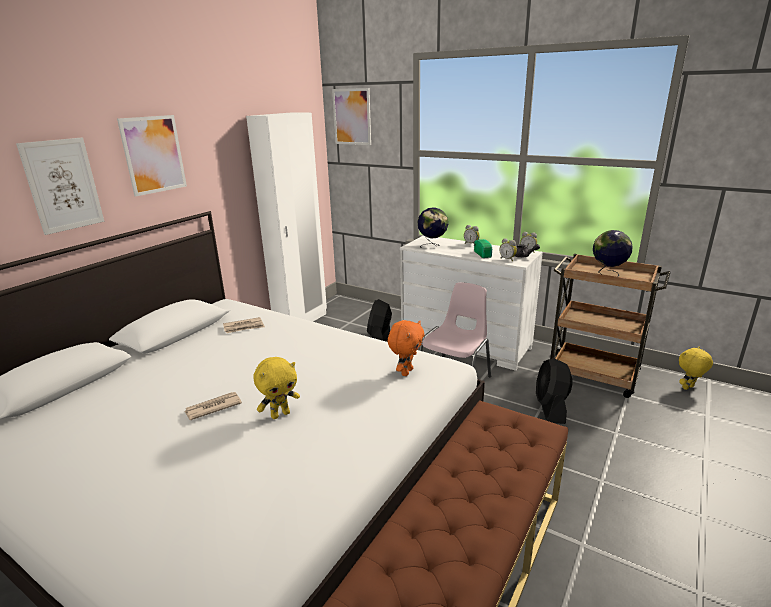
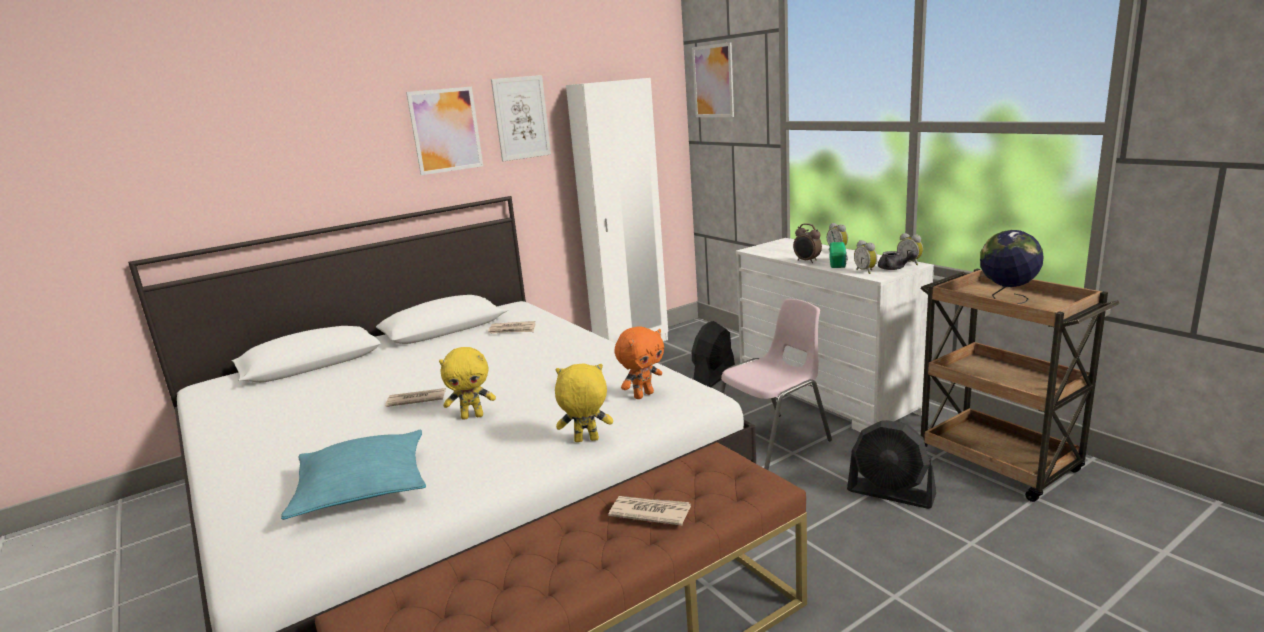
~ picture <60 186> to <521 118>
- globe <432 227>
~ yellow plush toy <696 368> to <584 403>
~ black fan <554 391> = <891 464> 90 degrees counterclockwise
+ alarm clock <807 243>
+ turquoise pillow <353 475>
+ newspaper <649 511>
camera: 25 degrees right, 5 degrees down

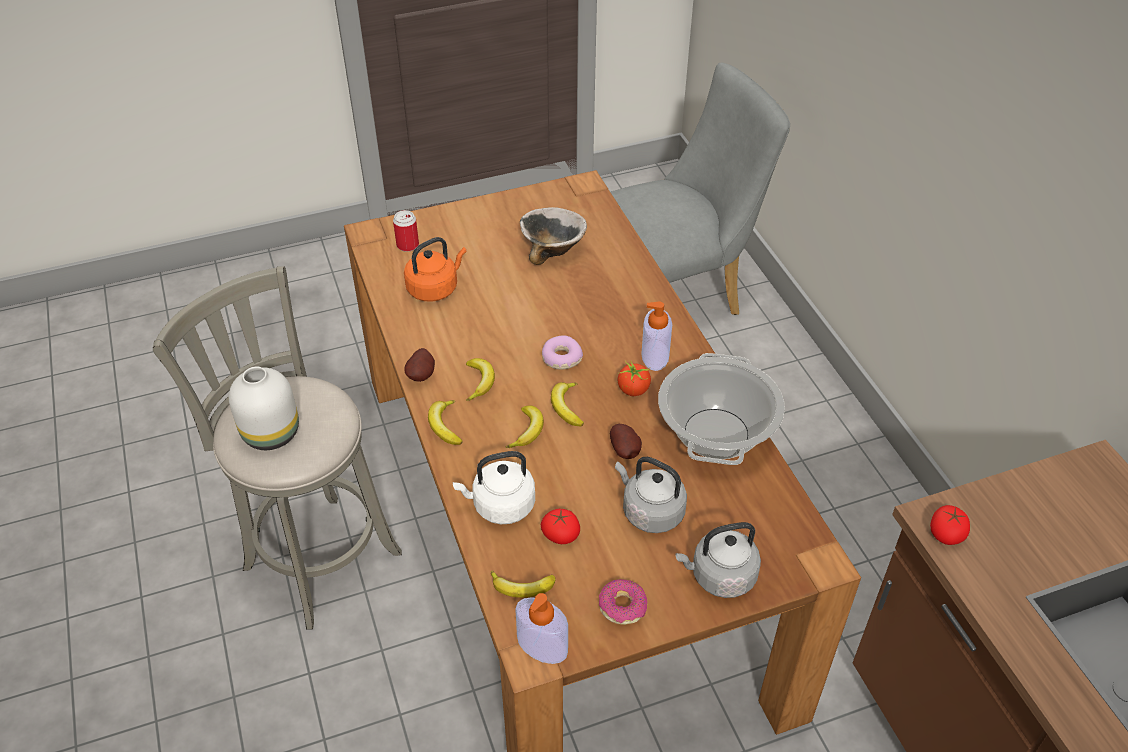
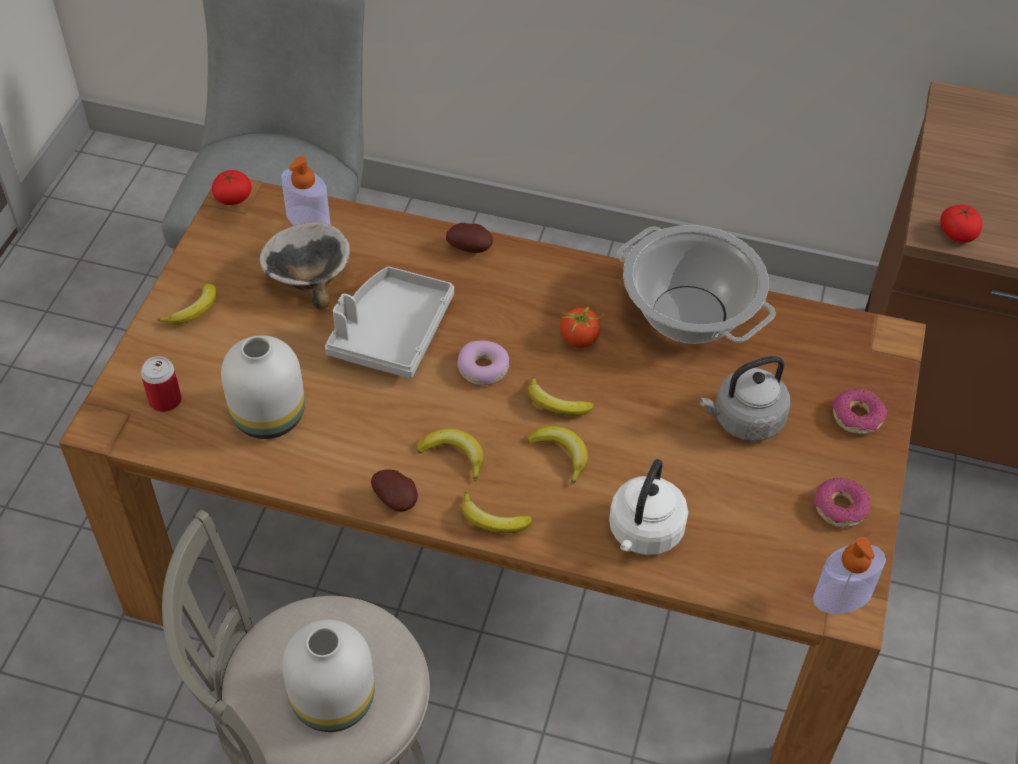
~ orange kettle <435 269> to white vase <263 387>
~ soap dispenser <656 336> to <305 191>
~ potato <626 441> to <469 238>
~ tomato <560 526> to <232 187>
~ grey kettle <718 560> to donut <859 411>
~ banana <523 584> to <187 304>
+ grey tray <389 322>
camera: 55 degrees left, 5 degrees up

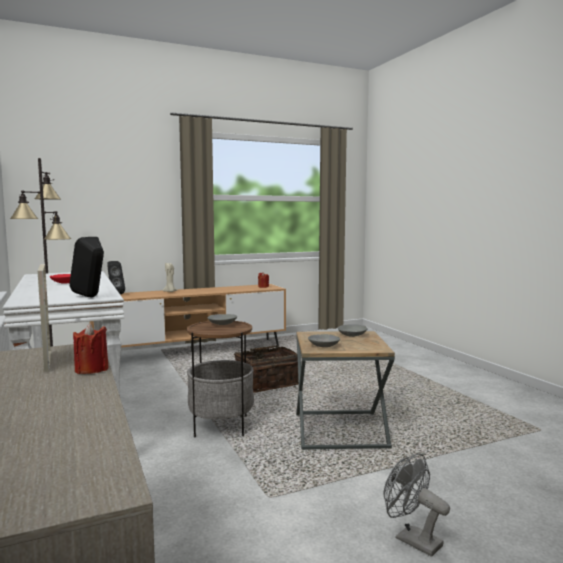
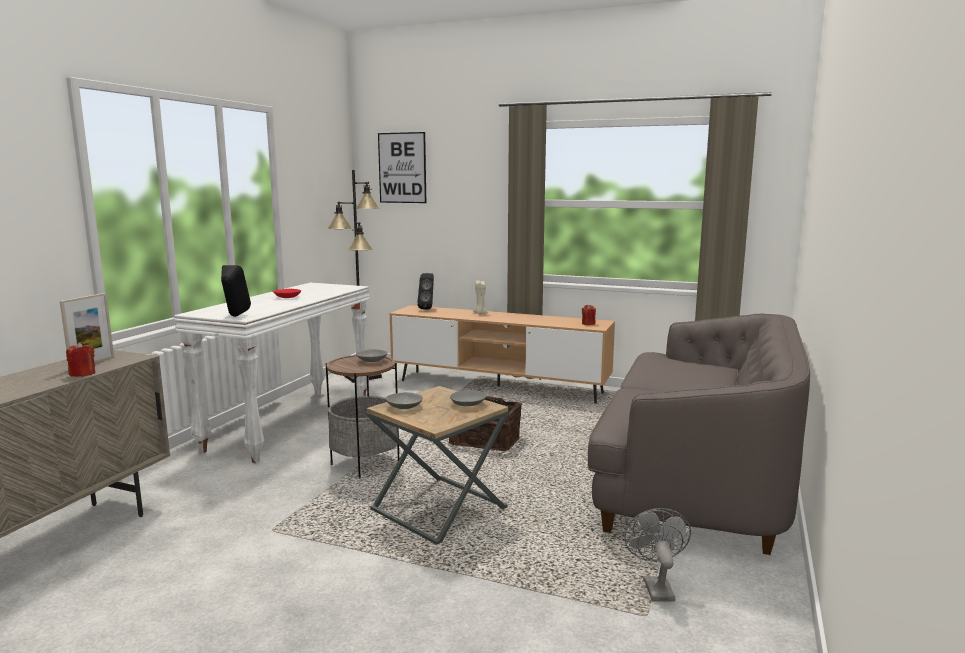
~ grey fan <417 505> to <657 554>
+ picture <402 167>
+ grey sofa <698 434>
camera: 45 degrees right, 5 degrees up

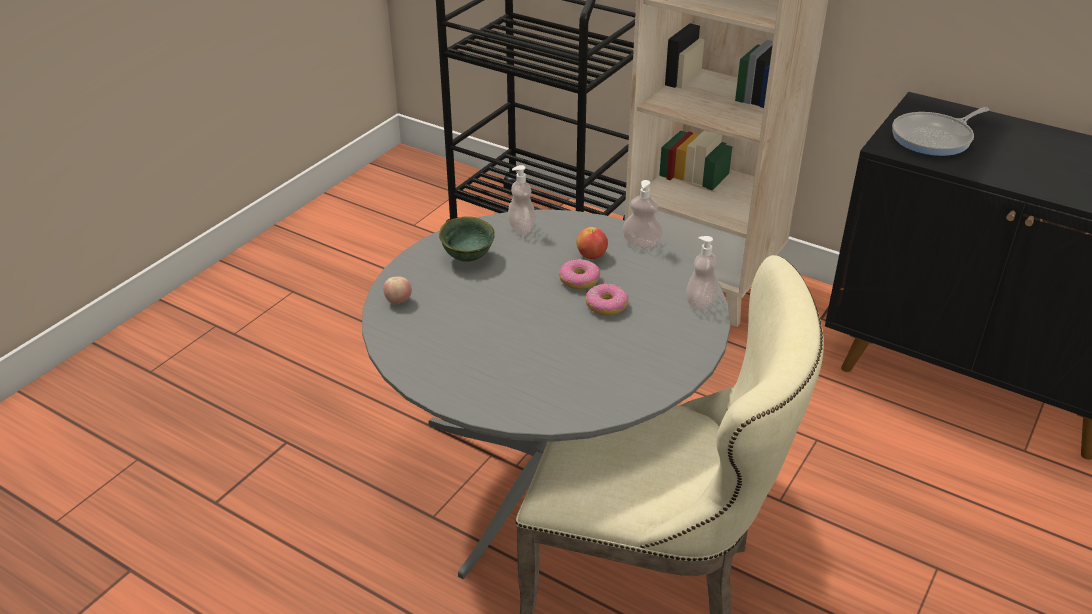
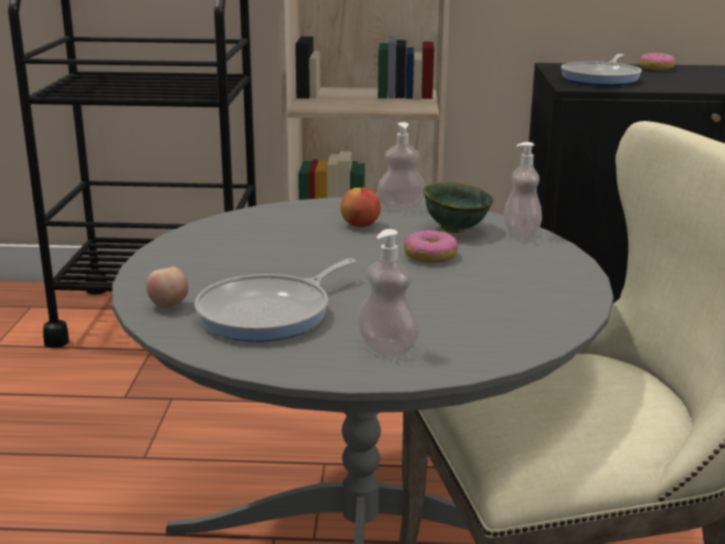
~ soap dispenser <522 199> to <388 292>
~ green bowl <467 239> to <459 207>
~ donut <579 274> to <657 61>
+ frying pan <275 300>
camera: 30 degrees left, 15 degrees down

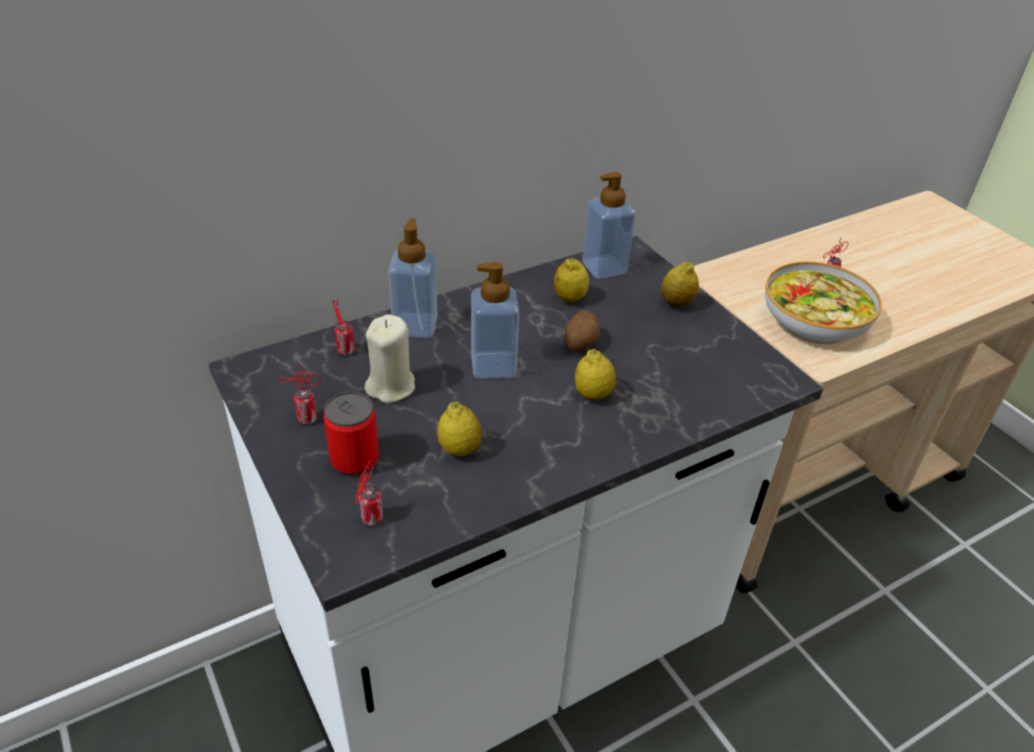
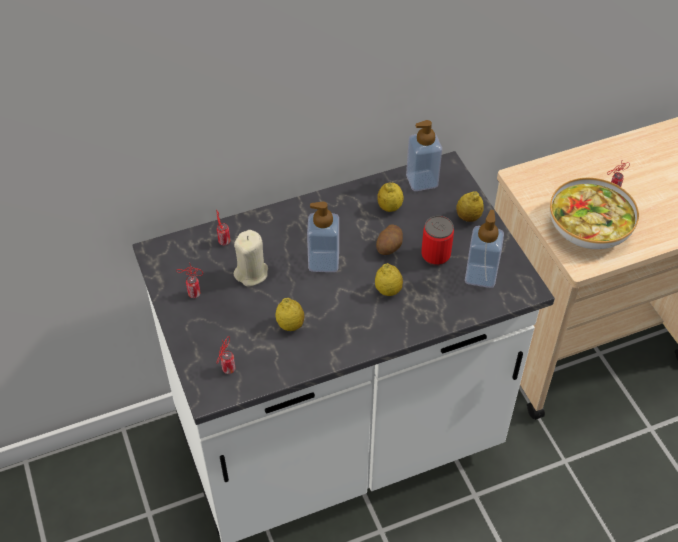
~ soap dispenser <413 278> to <484 249>
~ can <351 434> to <437 241>
camera: 10 degrees right, 10 degrees up

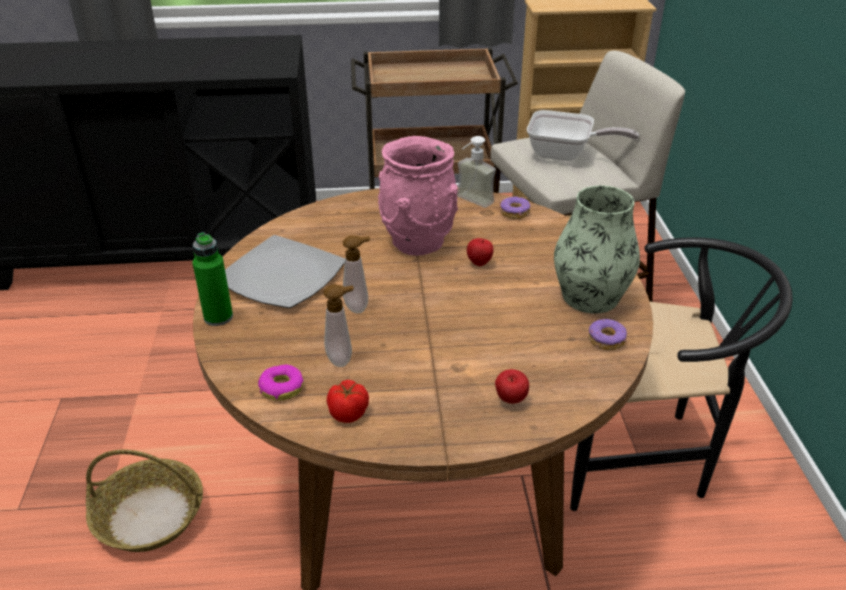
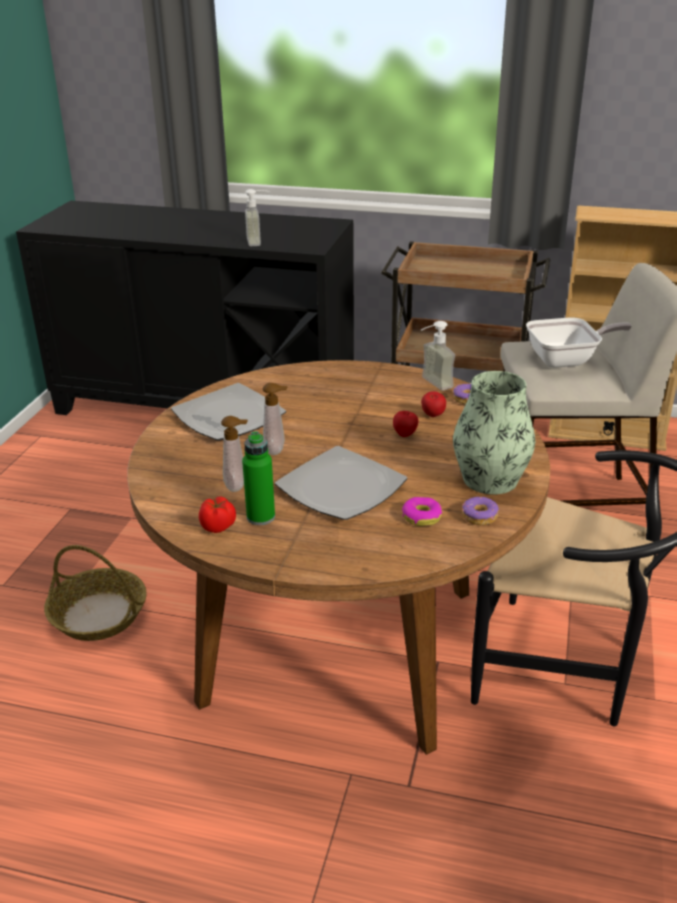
~ frying pan <583 135> = <579 342> 45 degrees counterclockwise
- pink vase <418 196>
~ green bottle <212 279> to <258 478>
~ donut <281 383> to <422 511>
~ apple <512 386> to <433 404>
+ soap dispenser <257 217>
+ plate <341 483>
camera: 20 degrees right, 5 degrees down

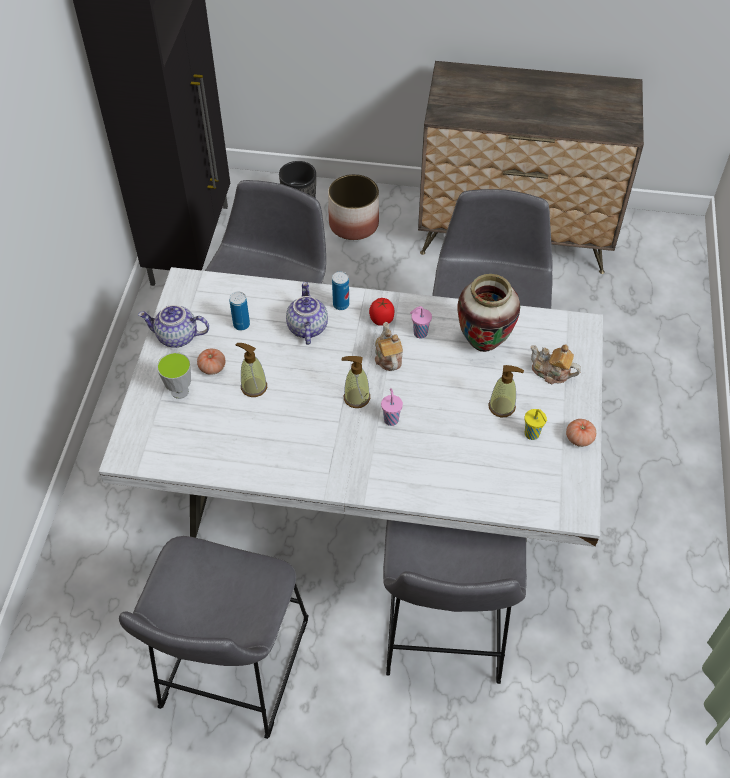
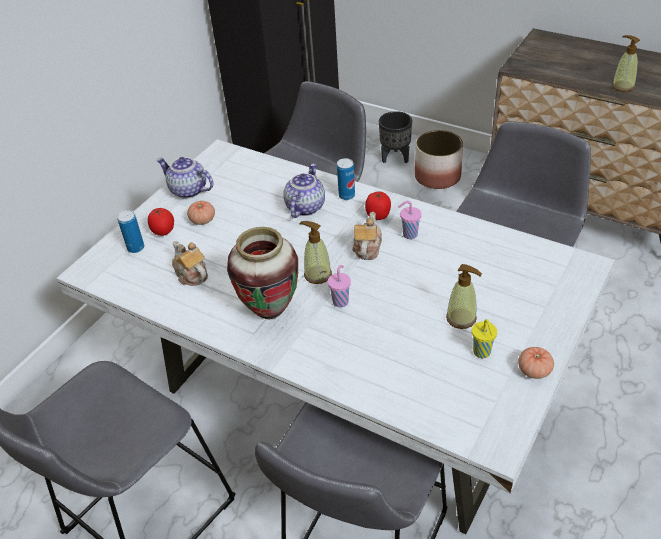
~ vase <488 313> to <262 273>
~ can <239 310> to <130 231>
~ soap dispenser <251 370> to <626 63>
~ teapot <556 364> to <190 263>
~ cup <174 375> to tomato <161 222>
camera: 25 degrees right, 10 degrees down

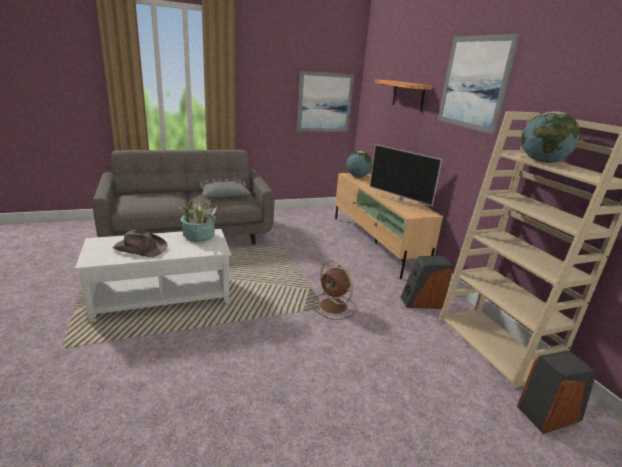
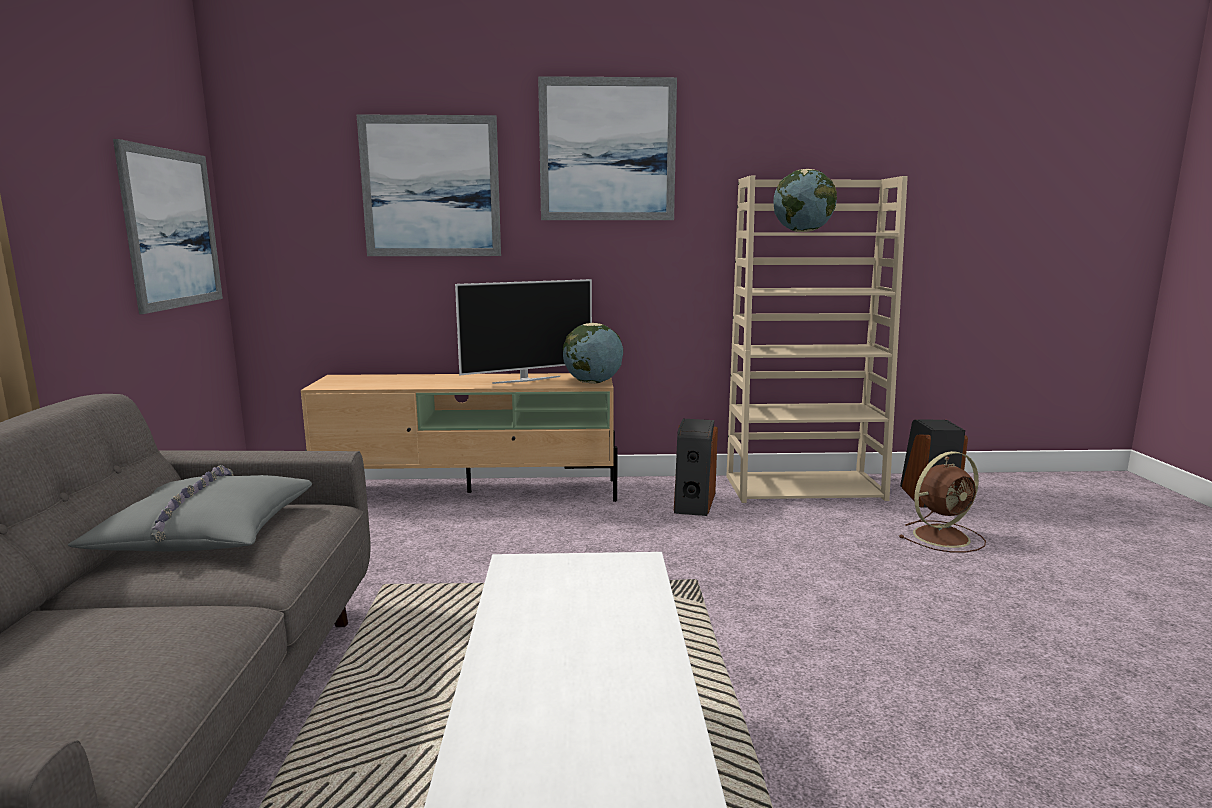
~ shelf <403 95> to picture <429 185>
~ globe <359 164> to <593 353>
- potted plant <198 221>
- brown hat <140 243>
~ brown fan <334 290> to <942 502>
camera: 70 degrees left, 10 degrees down

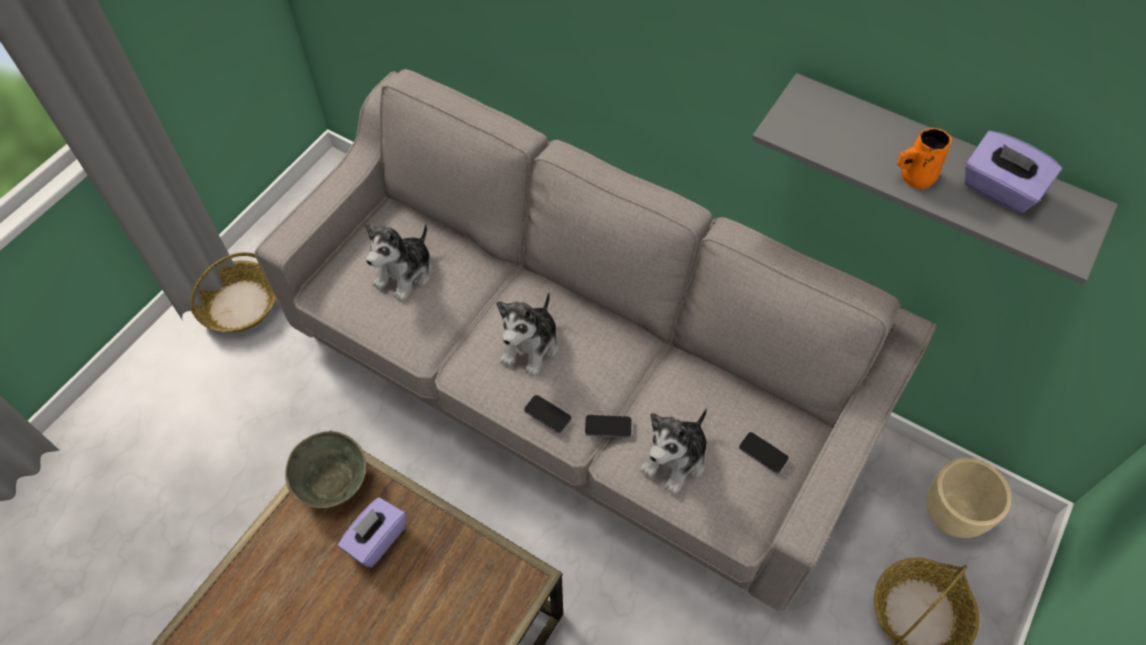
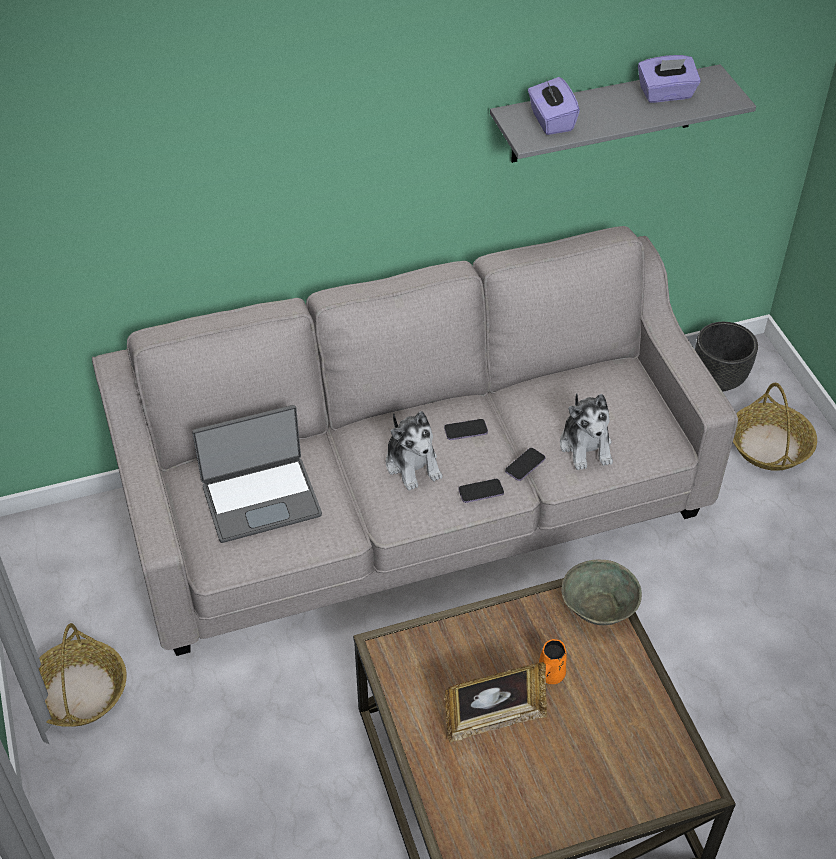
~ orange mug <924 158> to <553 661>
~ plush toy <398 262> to laptop <257 474>
~ grey bowl <325 469> to <602 592>
~ phone <764 452> to <466 429>
~ beige planter <968 497> to black planter <726 357>
~ purple tissue box <372 532> to <554 106>
+ picture frame <496 702>
camera: 50 degrees left, 10 degrees down

